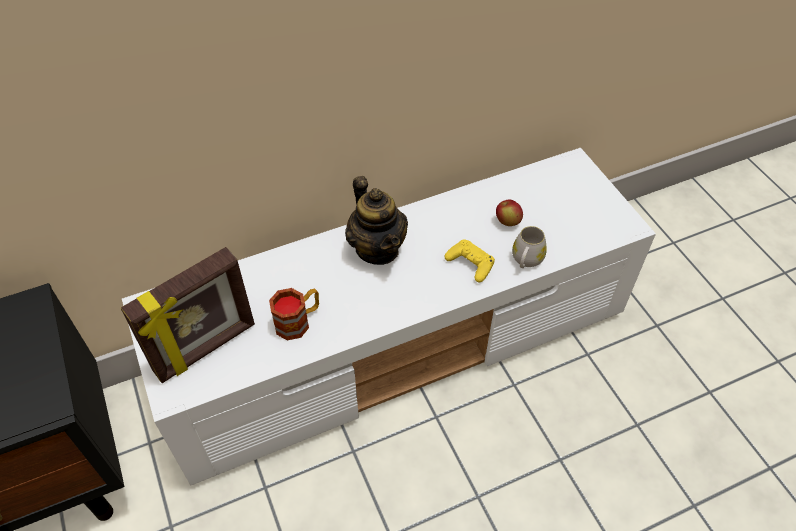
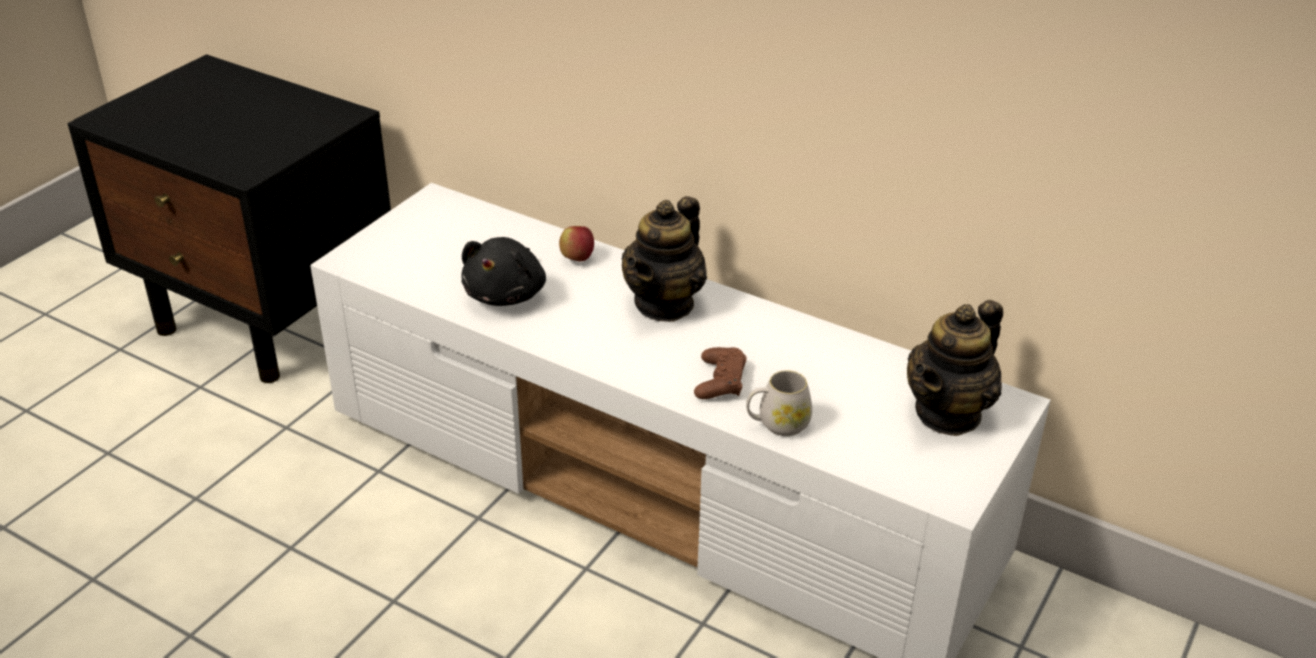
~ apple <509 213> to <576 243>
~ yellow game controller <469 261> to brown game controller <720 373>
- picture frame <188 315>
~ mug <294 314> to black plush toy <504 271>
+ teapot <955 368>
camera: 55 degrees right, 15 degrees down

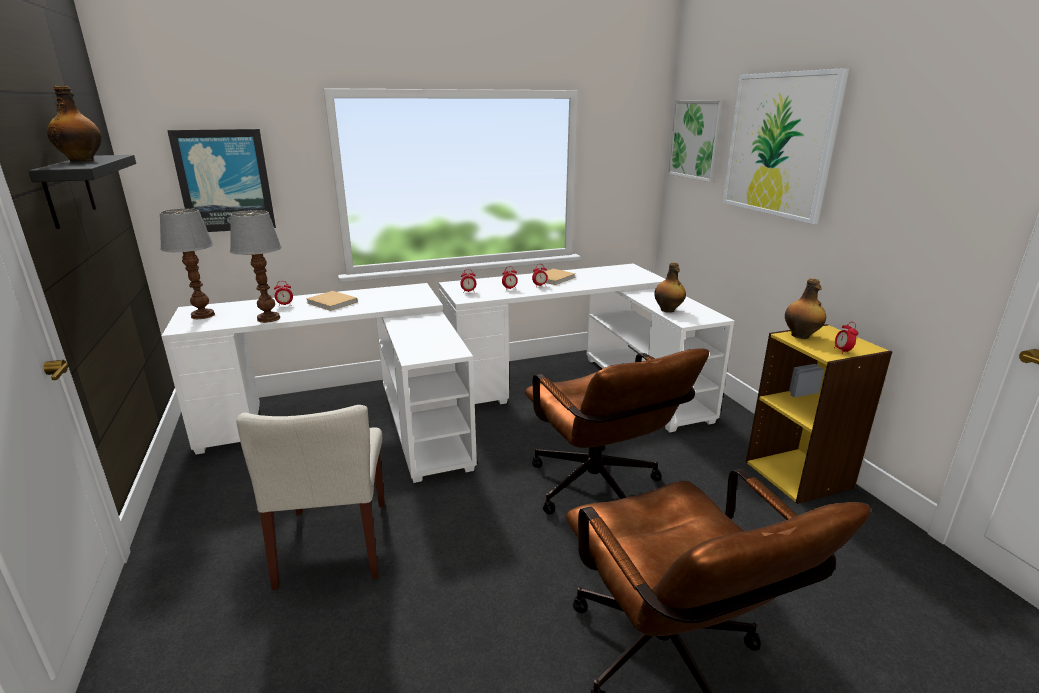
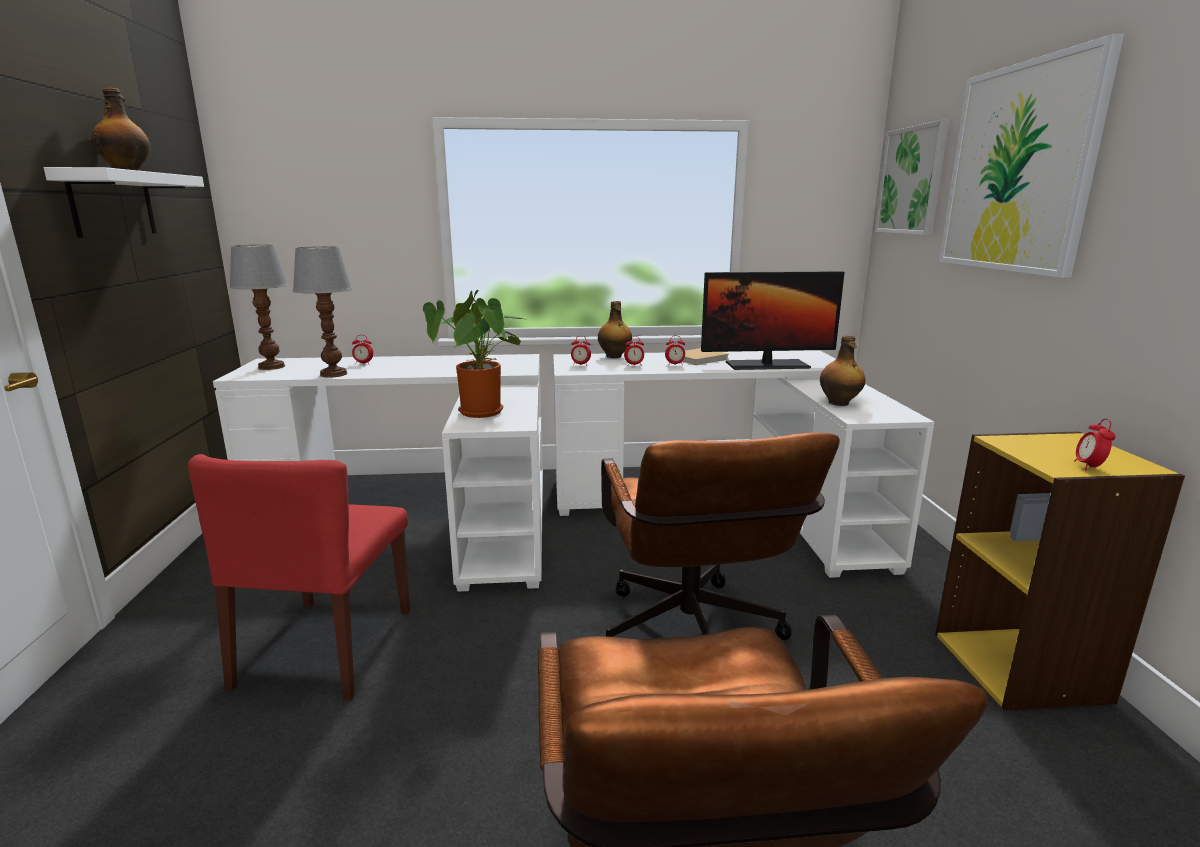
- picture <221 180>
~ black shelf <82 192> to white shelf <124 202>
~ bottle <805 308> to <615 329>
- beige book <332 301>
~ beige chair <310 497> to red chair <299 577>
+ monitor <772 320>
+ potted plant <475 354>
camera: 15 degrees right, 5 degrees down

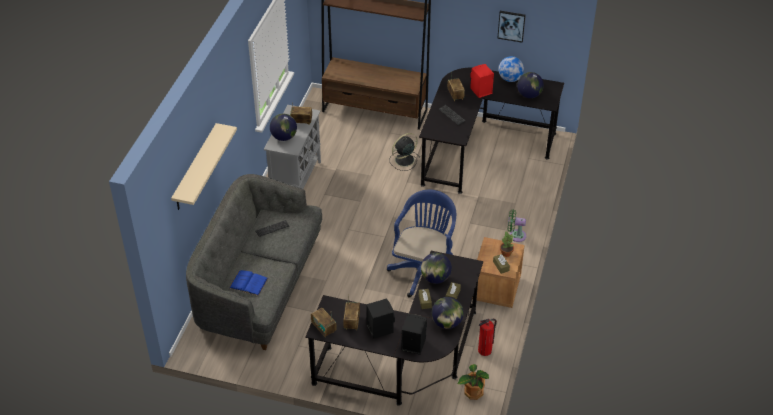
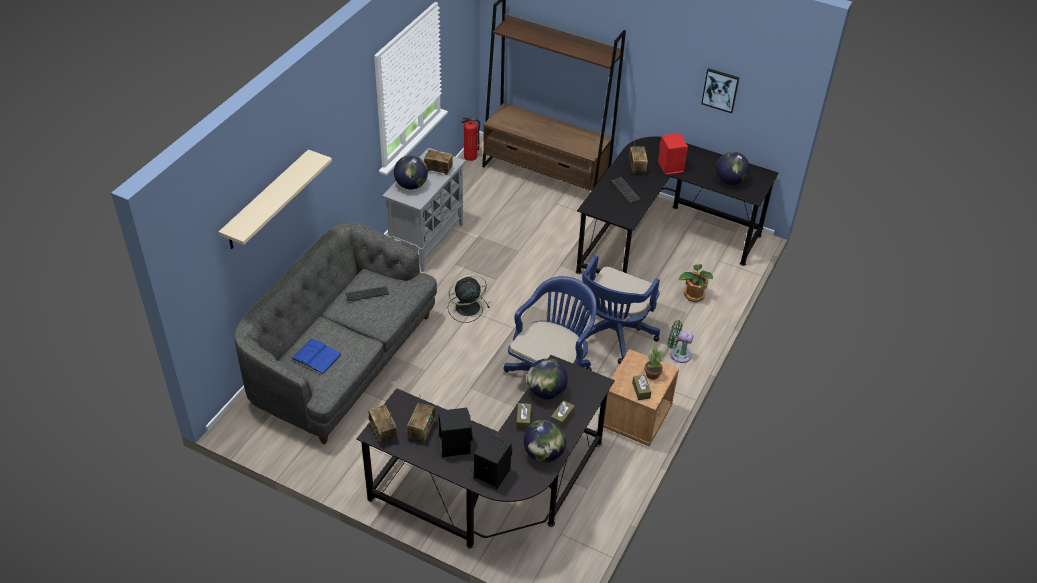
- globe <511 69>
~ black fan <405 152> to <469 298>
~ fire extinguisher <487 337> to <470 139>
~ potted plant <473 382> to <695 283>
+ blue office chair <621 309>
camera: 10 degrees right, 0 degrees up

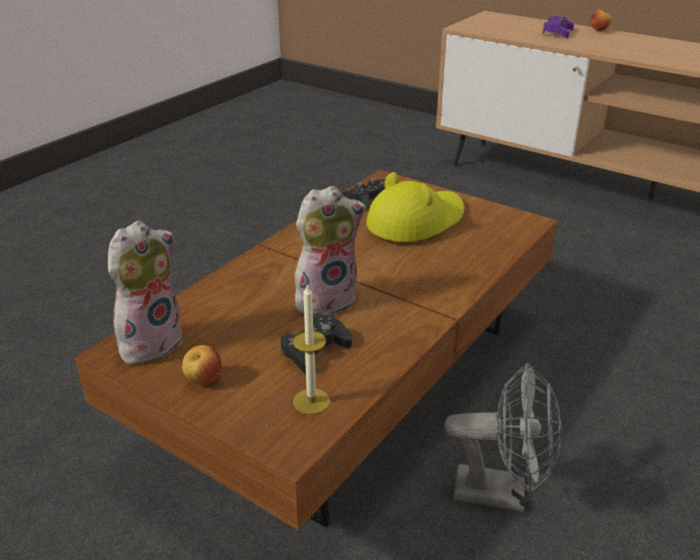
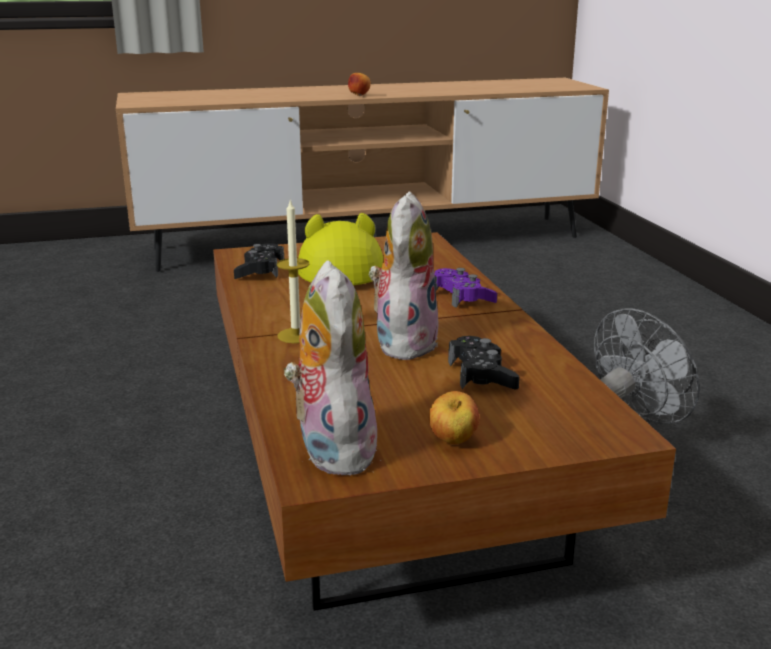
~ apple <601 20> to <359 84>
~ purple game controller <558 27> to <465 288>
~ candle <311 349> to <293 271>
camera: 50 degrees left, 10 degrees down

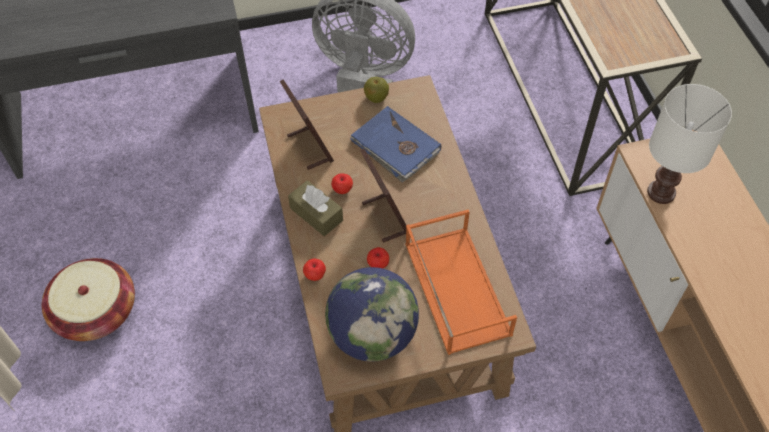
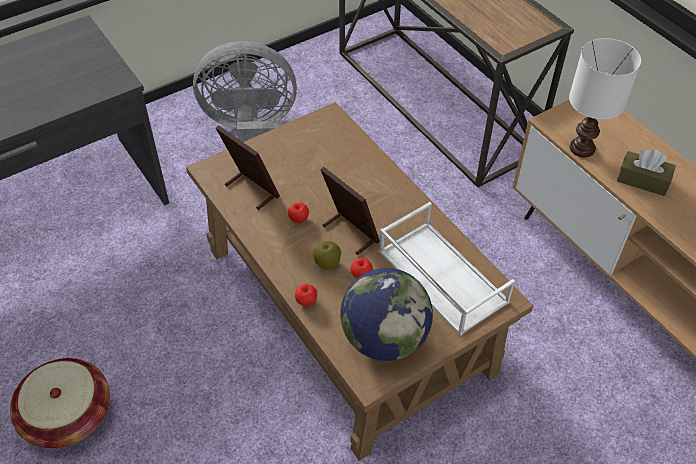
~ apple <376 90> to <327 255>
- blue book <395 144>
~ brown tissue box <315 208> to <646 173>
~ orange tray <461 282> to white tray <447 269>
camera: 20 degrees left, 5 degrees down

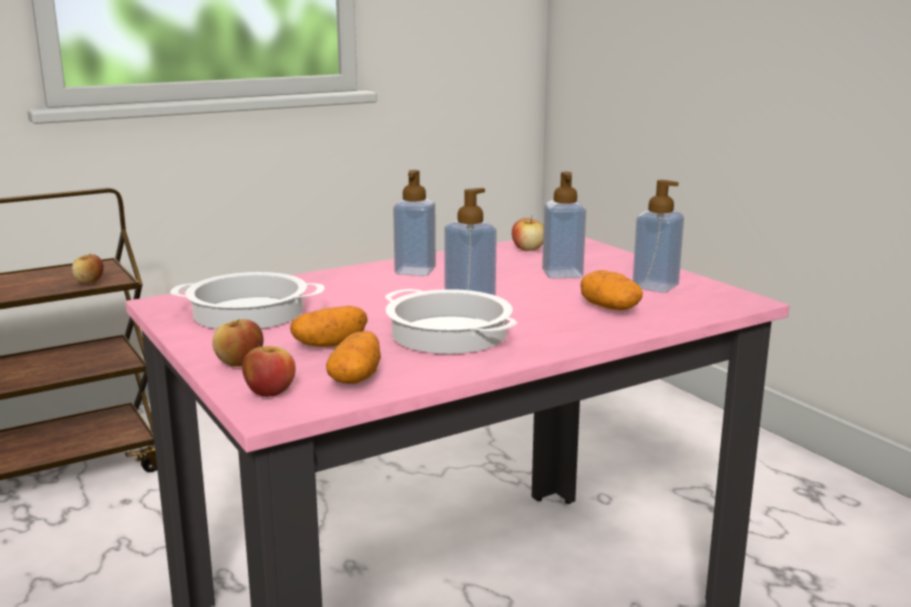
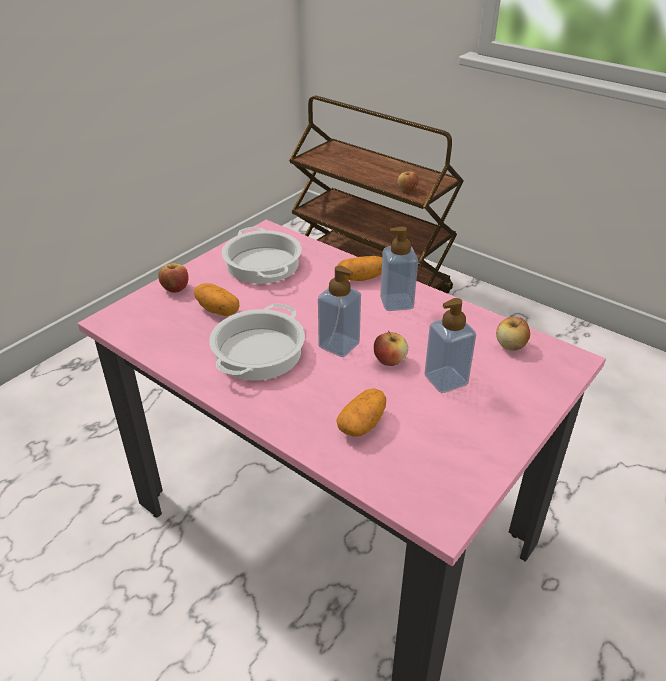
- soap dispenser <658 236>
~ potato <353 357> to <359 268>
~ apple <269 370> to <391 348>
camera: 70 degrees right, 20 degrees up

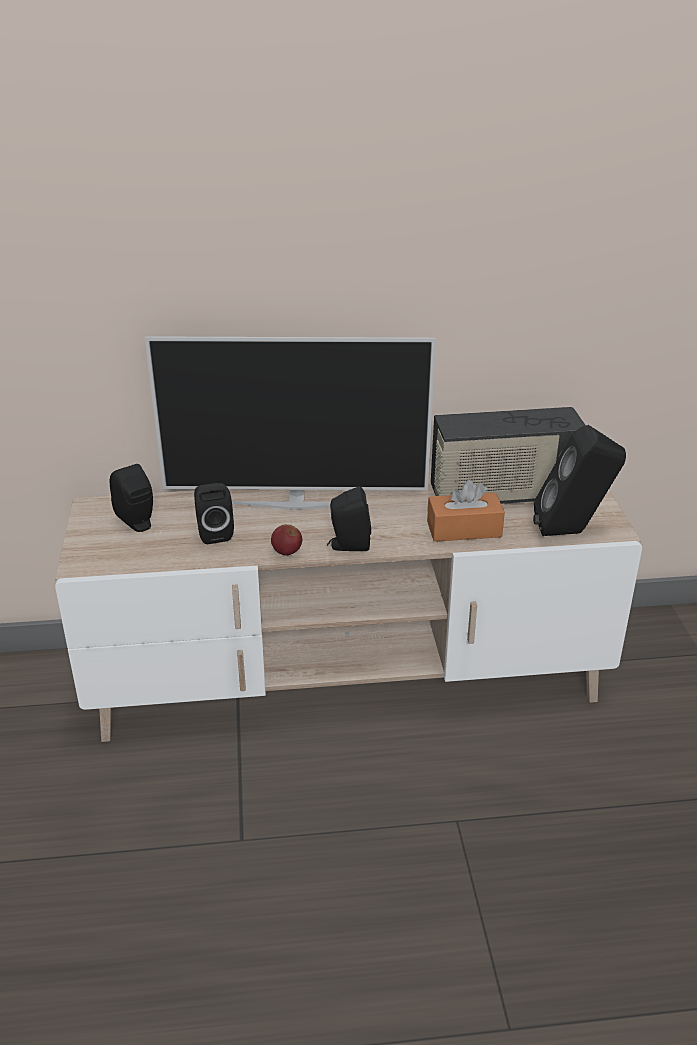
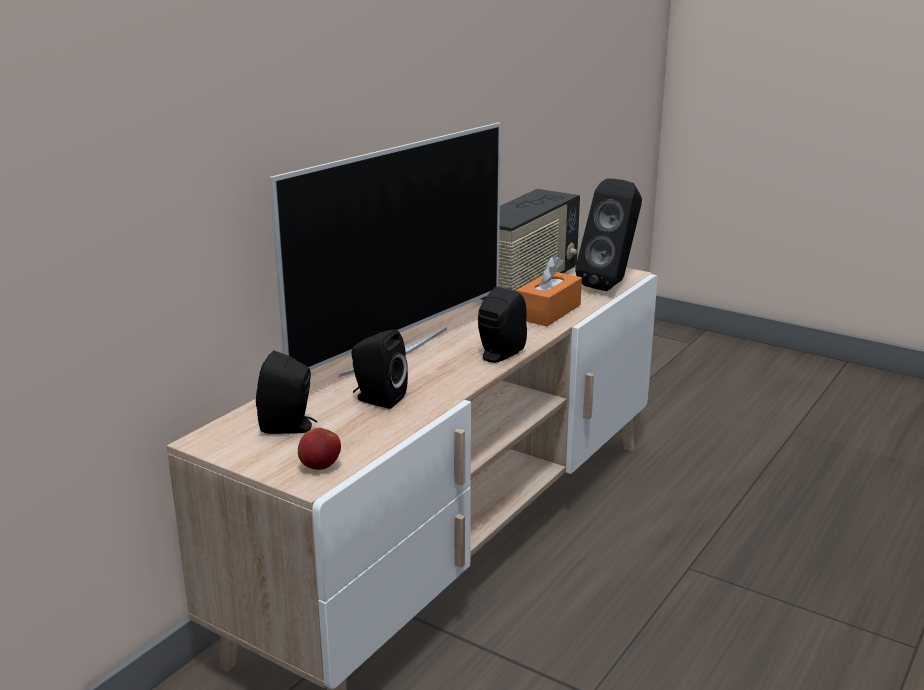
~ apple <286 540> to <319 448>
camera: 50 degrees left, 10 degrees down

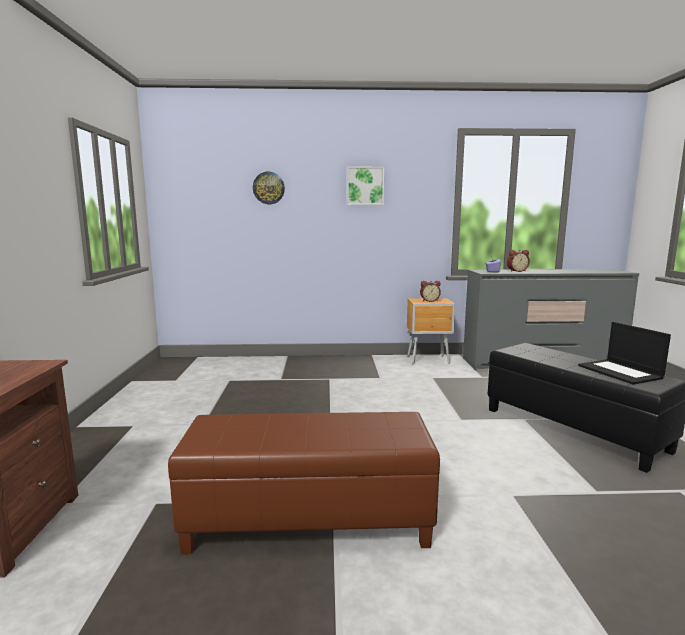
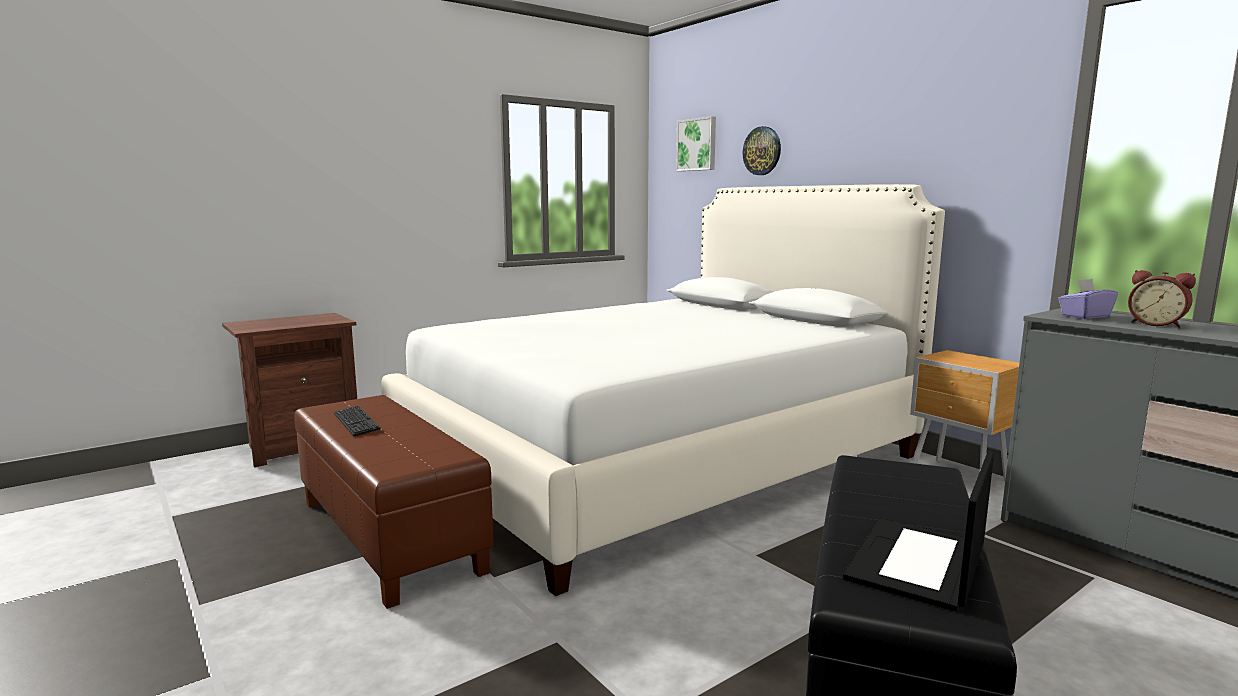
~ picture <365 186> to <696 143>
- alarm clock <430 291>
+ white bed <663 390>
+ keyboard <357 421>
camera: 55 degrees right, 0 degrees up

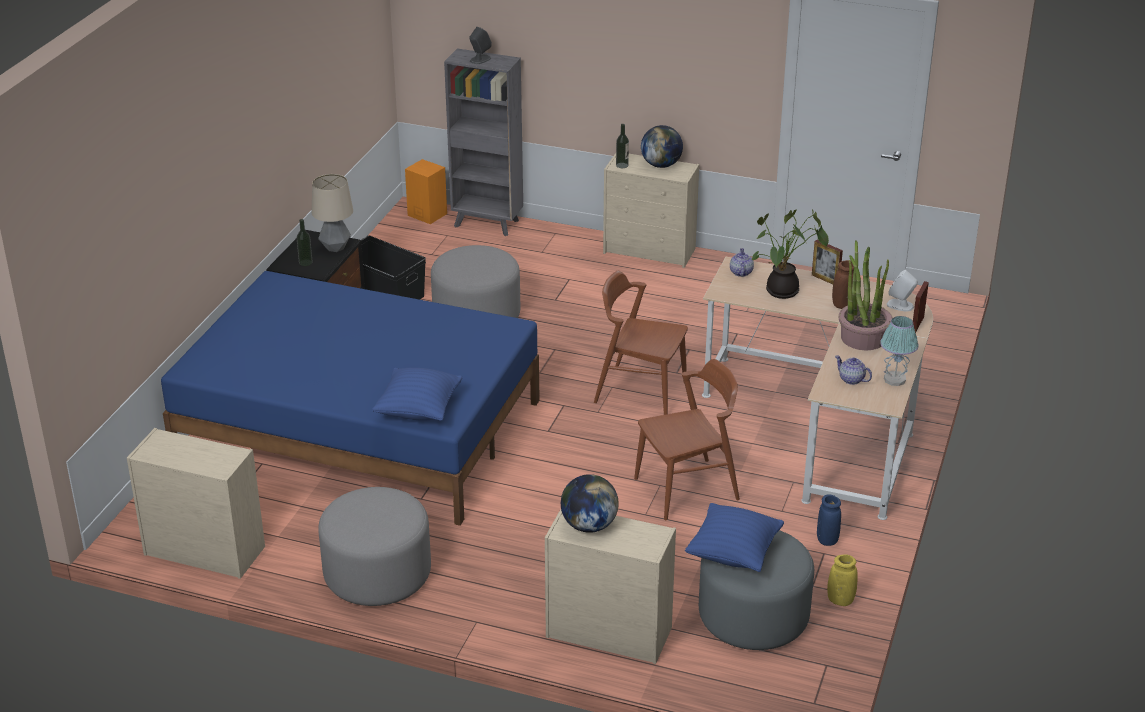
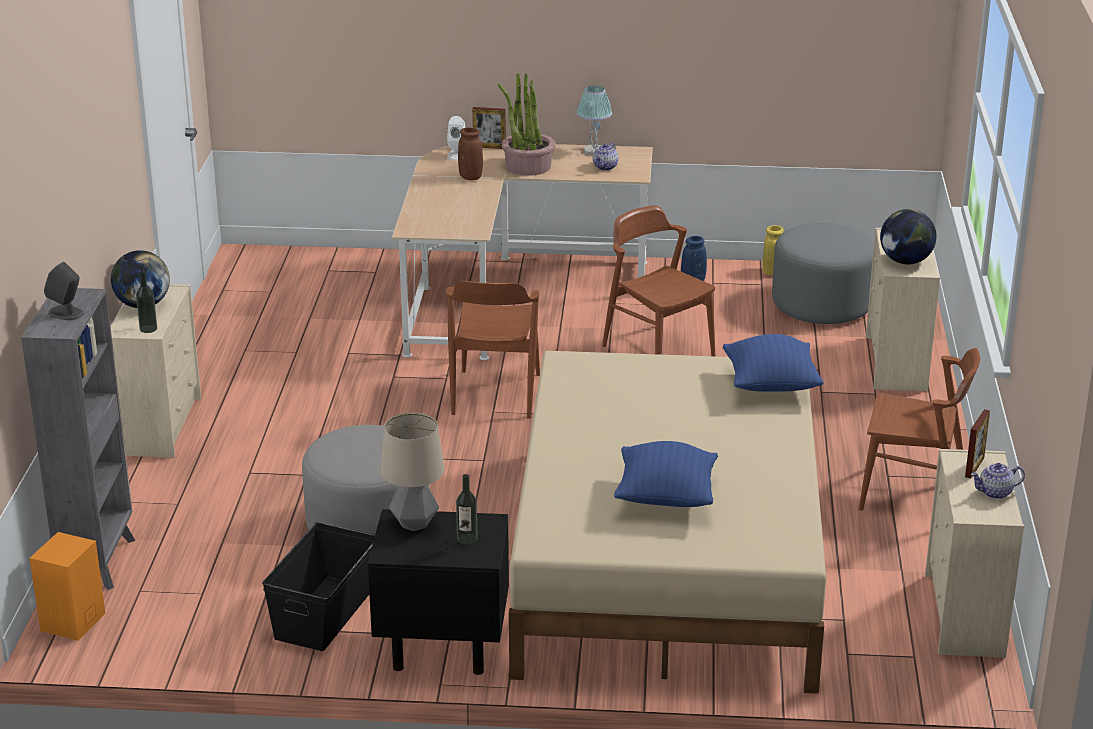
- potted plant <790 254>
~ picture frame <827 262> to <977 444>
~ teapot <742 262> to <998 481>
~ blue bed <350 398> to beige bed <667 522>
~ grey ottoman <374 546> to brown chair <919 429>
~ blue pillow <734 537> to <666 474>
camera: 105 degrees left, 5 degrees down

